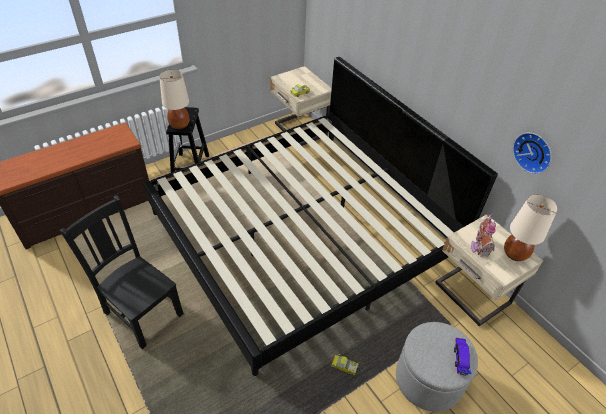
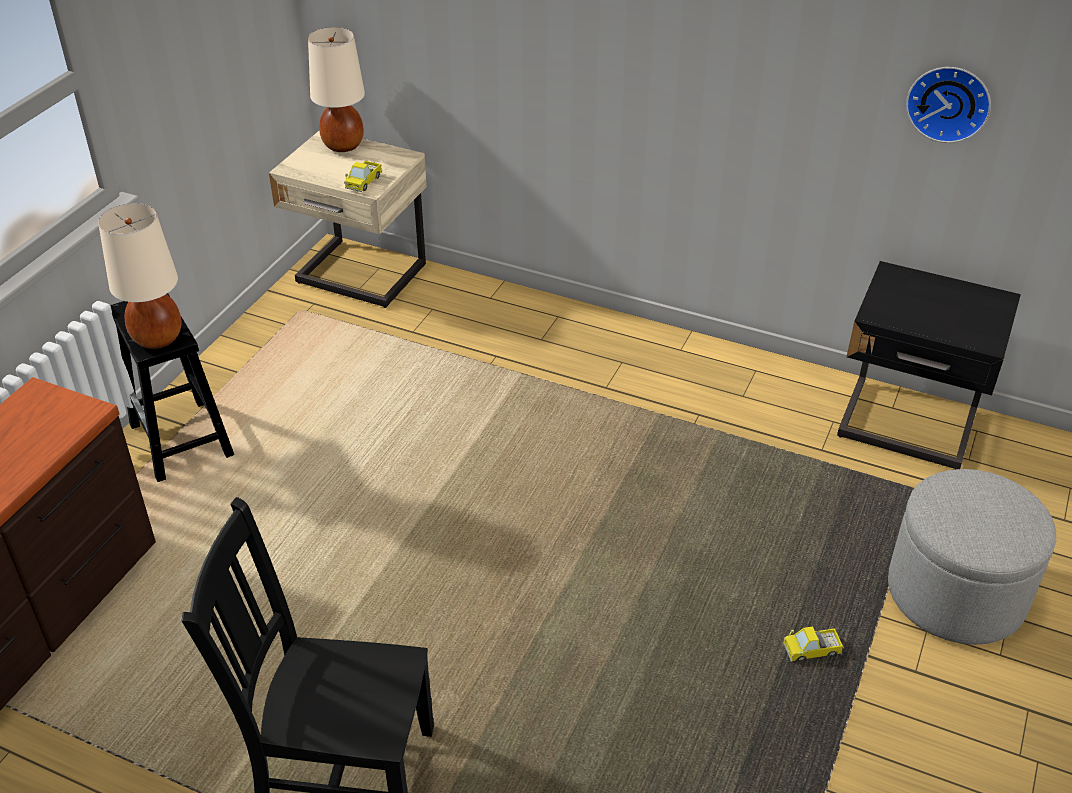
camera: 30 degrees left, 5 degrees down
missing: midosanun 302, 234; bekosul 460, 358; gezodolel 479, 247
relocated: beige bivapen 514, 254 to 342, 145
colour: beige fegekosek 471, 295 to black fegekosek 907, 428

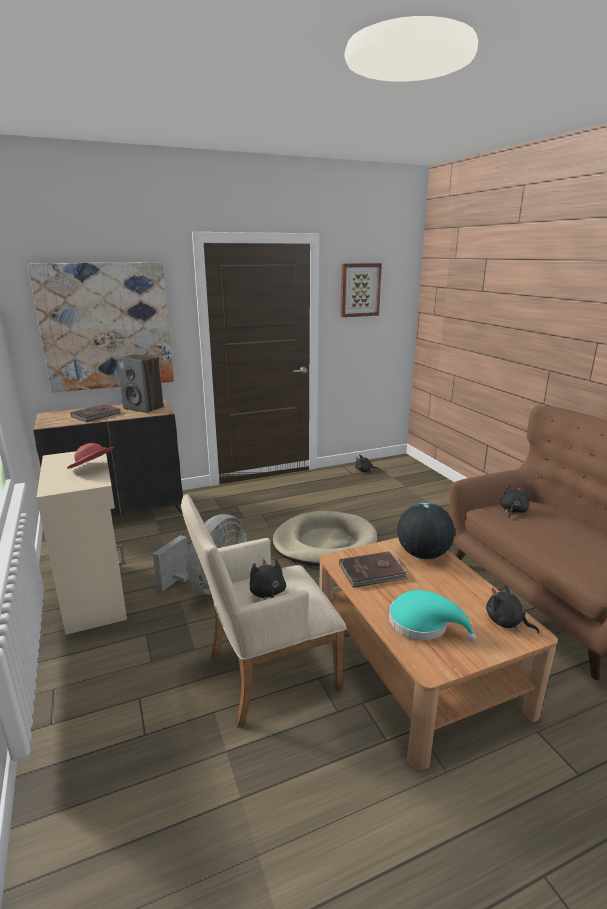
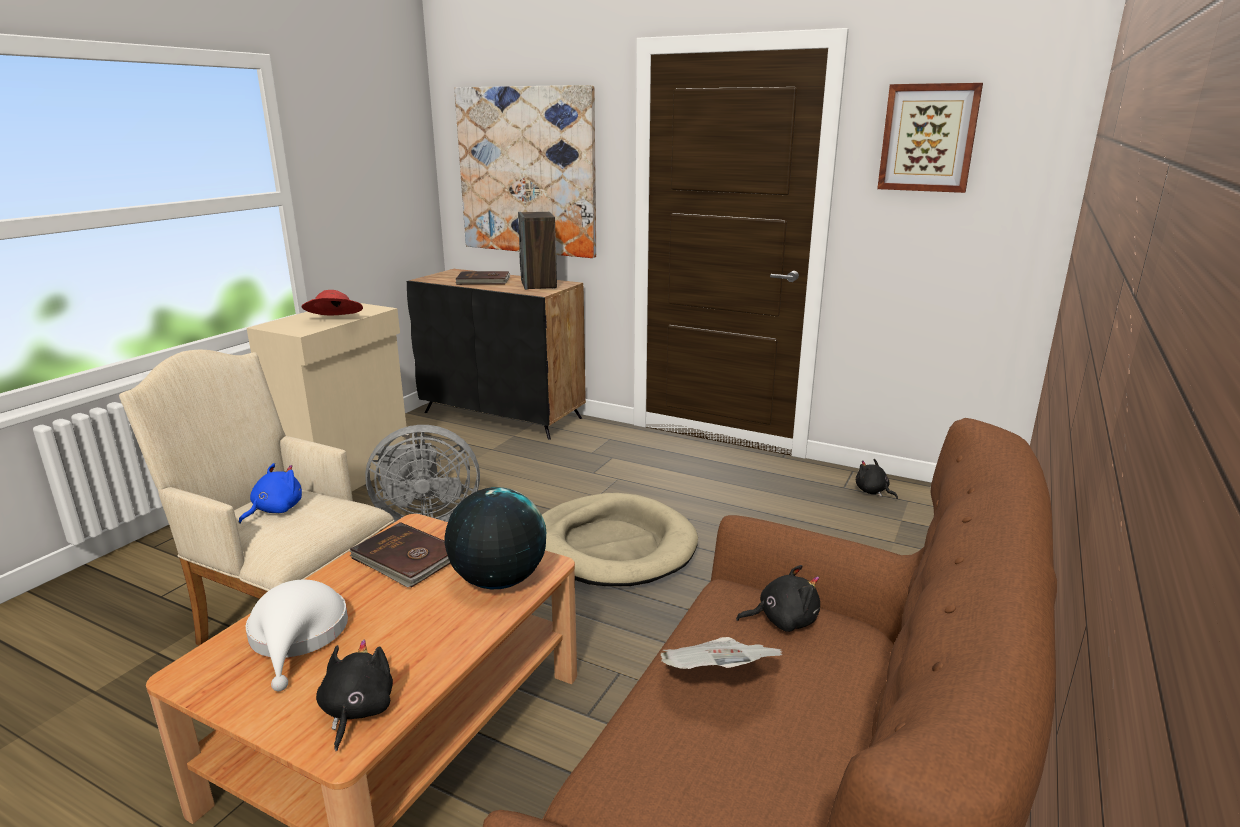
camera: 50 degrees right, 0 degrees up
appeared: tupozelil 717, 679
colour: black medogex 268, 594 to blue medogex 275, 510; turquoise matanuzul 423, 624 to white matanuzul 298, 636

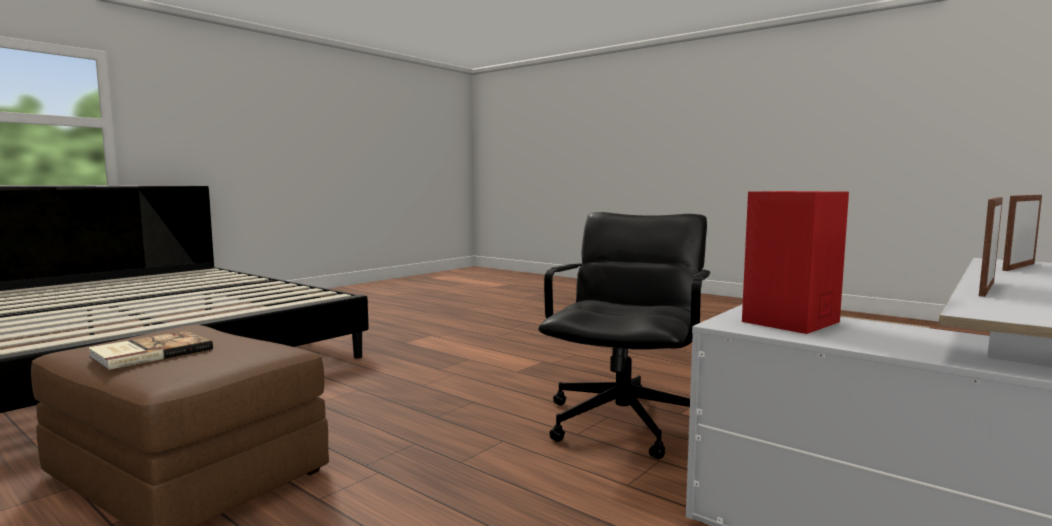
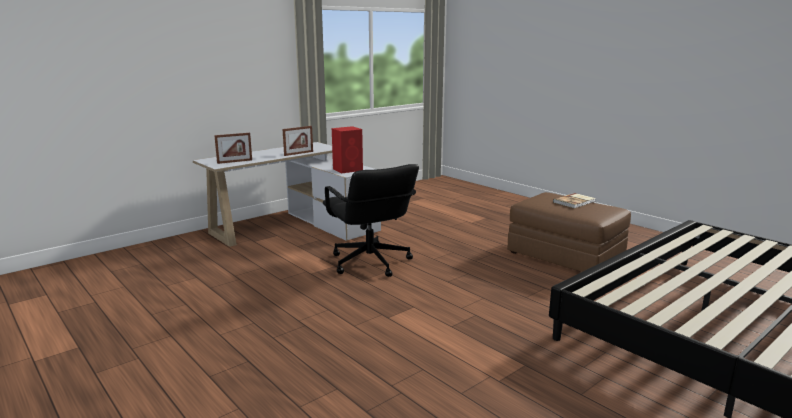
camera: 170 degrees left, 10 degrees up
spun: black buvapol 624, 423 = 370, 263 60 degrees counterclockwise

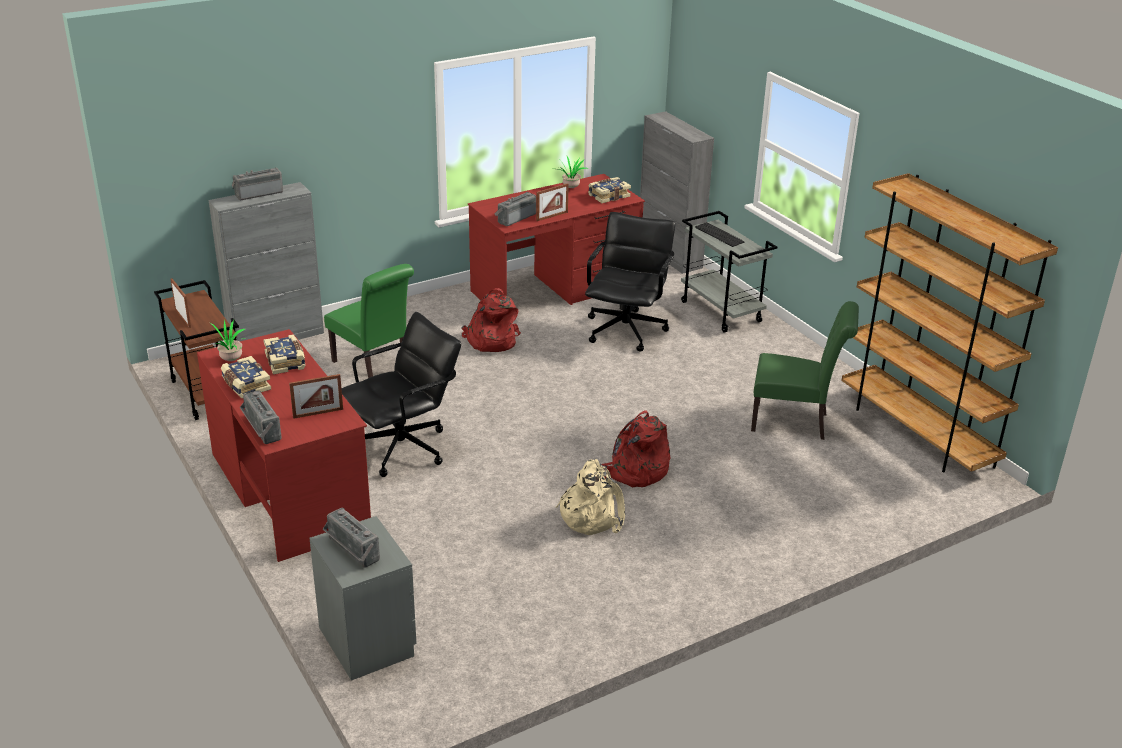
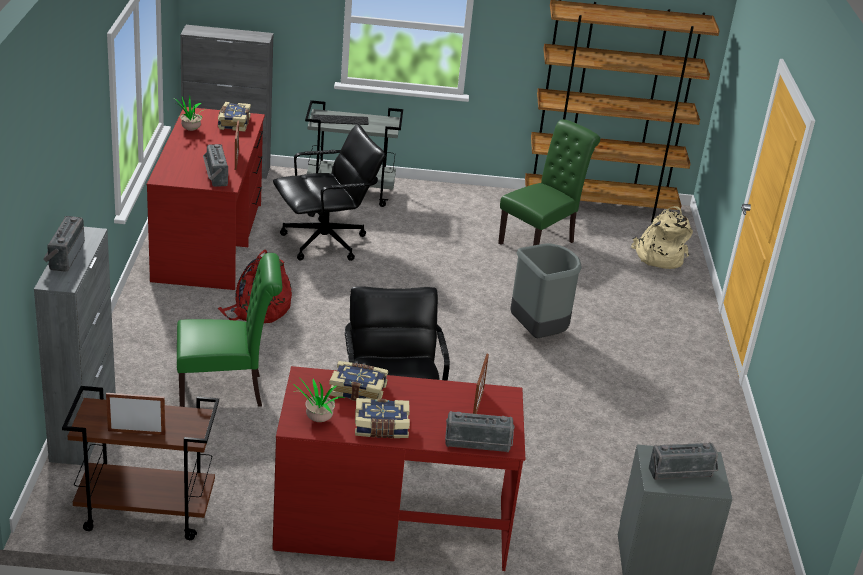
camera: 60 degrees left, 0 degrees up
relocated: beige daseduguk 592, 515 to 658, 257
exchanged: red daseduguk 634, 471 to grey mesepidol 538, 334
spun: black buvapol 626, 330 = 325, 243 105 degrees clockwise

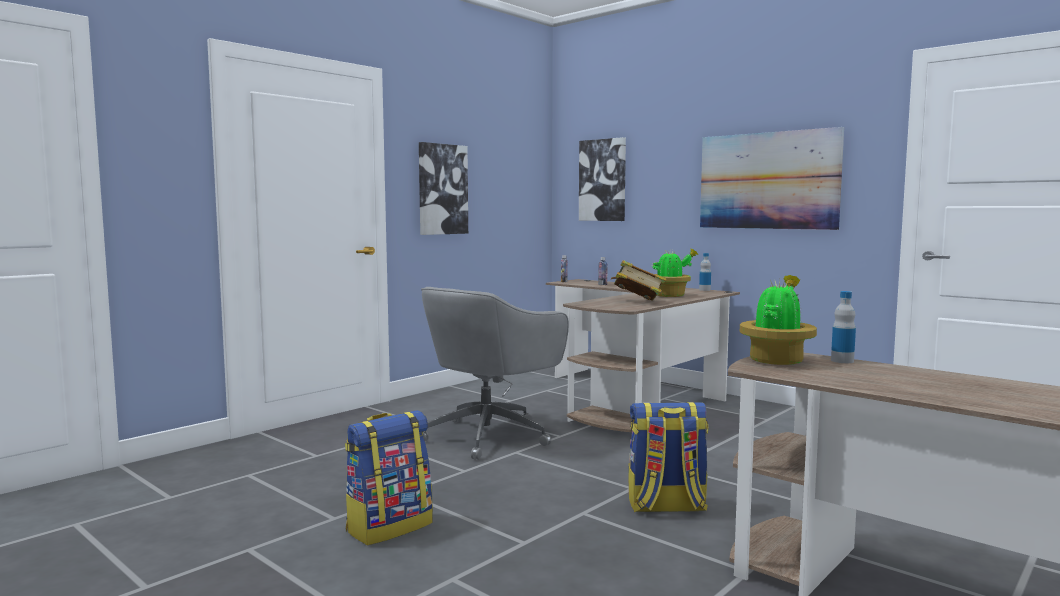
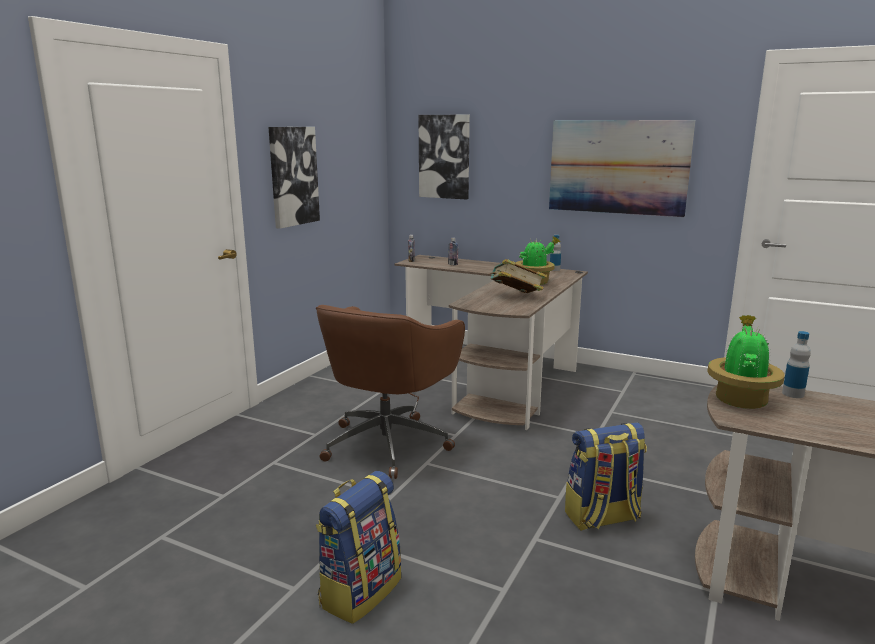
camera: 15 degrees left, 10 degrees up
colour: grey buvapol 489, 436 to brown buvapol 388, 443

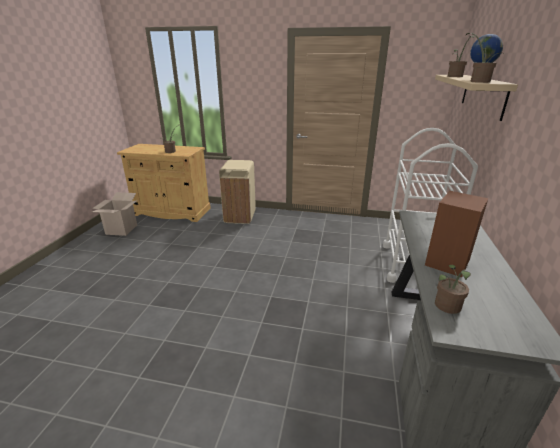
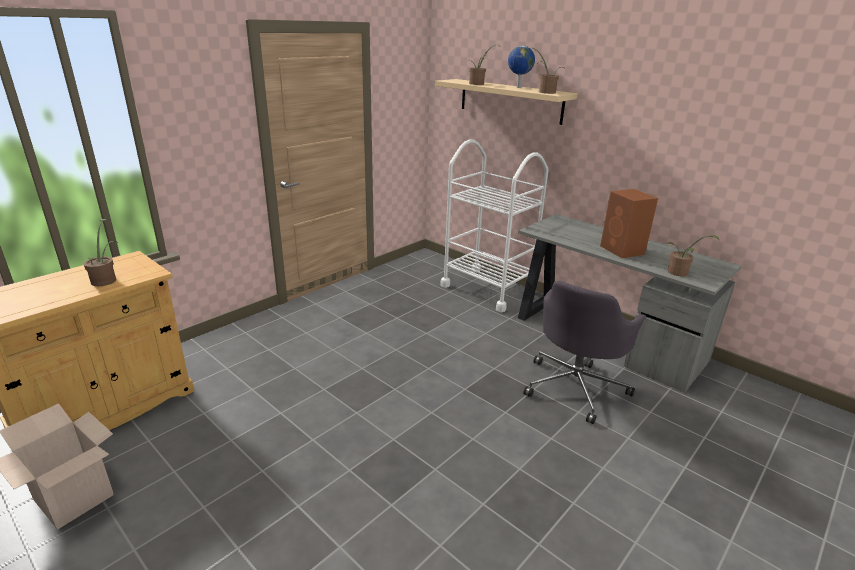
camera: 60 degrees left, 0 degrees up
missing: beige mesepidol 240, 216
appeared: grey buvapol 575, 386

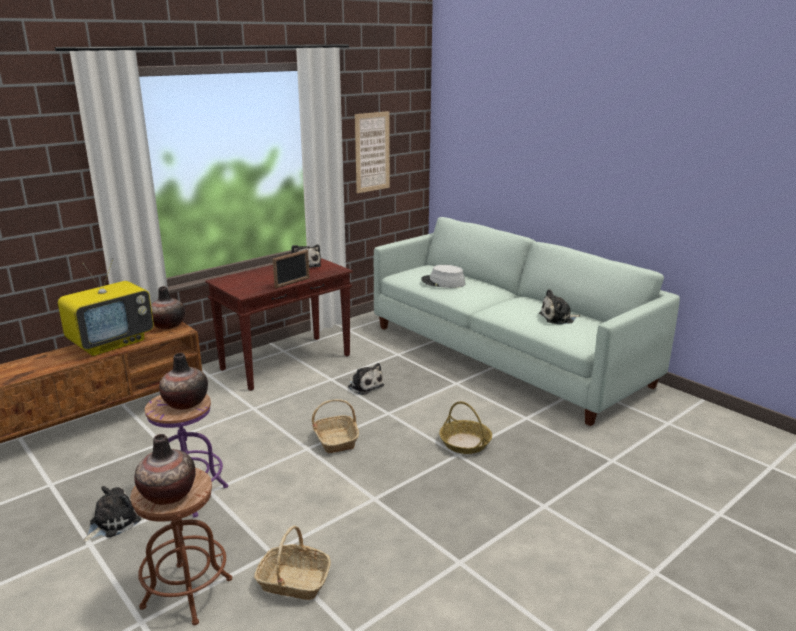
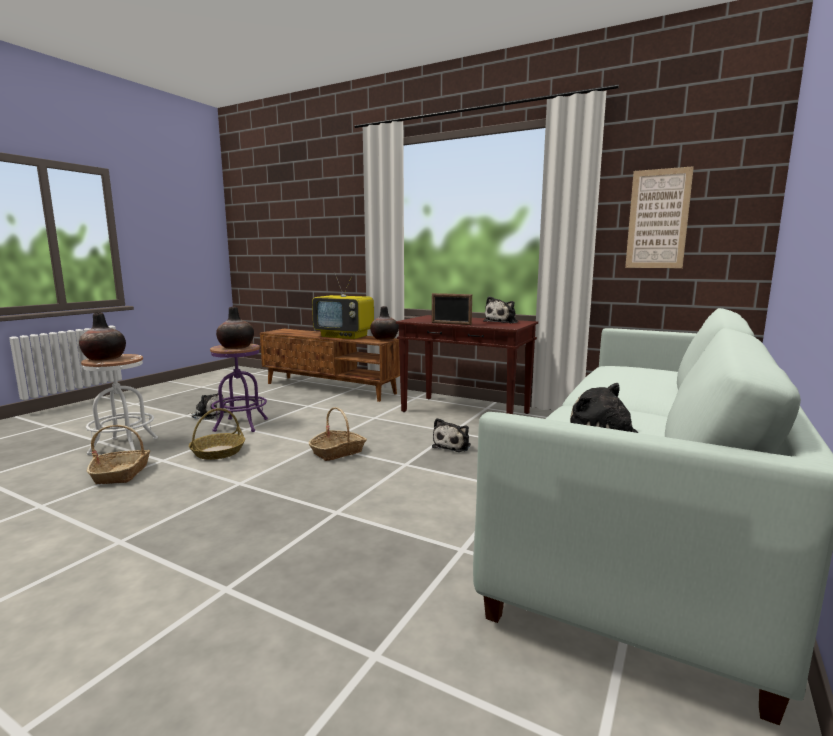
camera: 70 degrees right, 10 degrees down
missing: grey matanuzul 443, 282
relocated: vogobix 465, 443 to 218, 452
colour: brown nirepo 187, 593 to white nirepo 124, 446

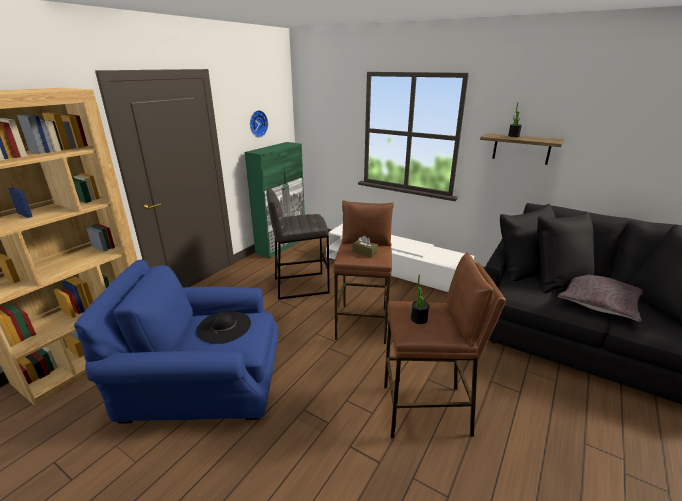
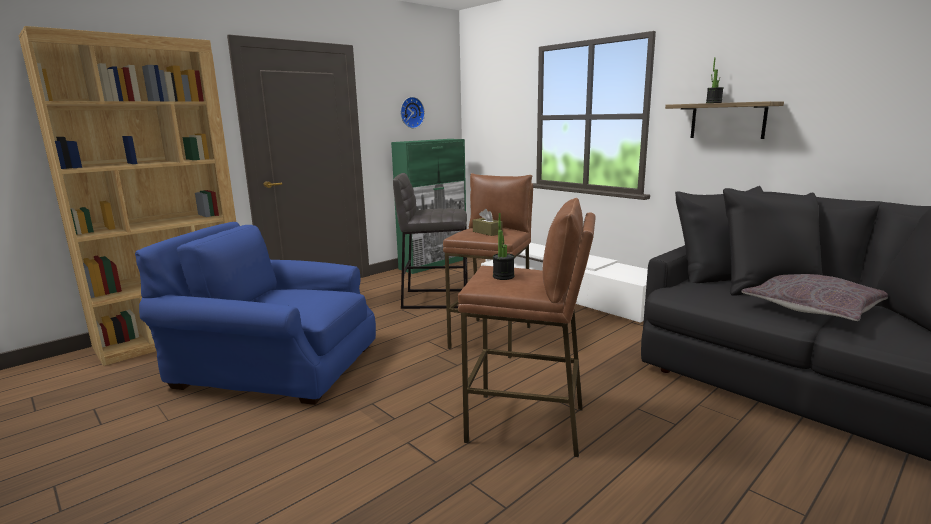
camera: 15 degrees right, 10 degrees down
missing: black matanuzul 224, 327

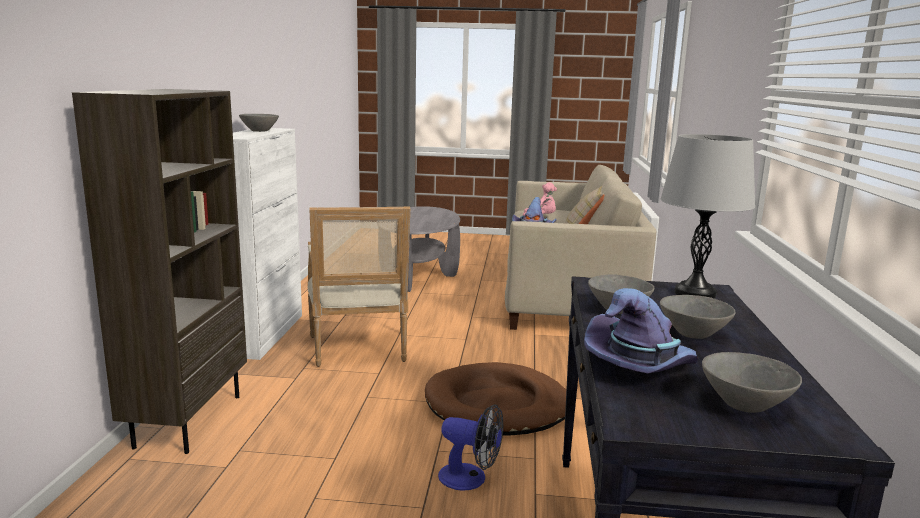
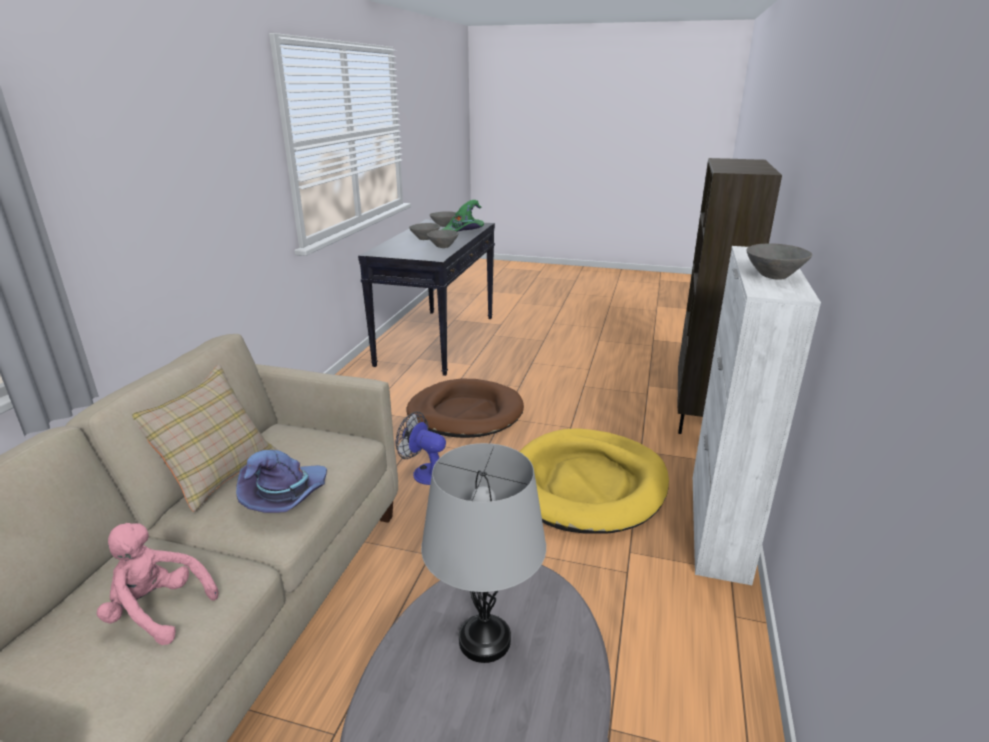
camera: 170 degrees left, 10 degrees up
relocated: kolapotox 470, 478 to 425, 472; grey bivapen 695, 294 to 484, 640
exchanged: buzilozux 360, 351 to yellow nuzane 587, 485
colour: purple matanuzul 641, 367 to green matanuzul 463, 232

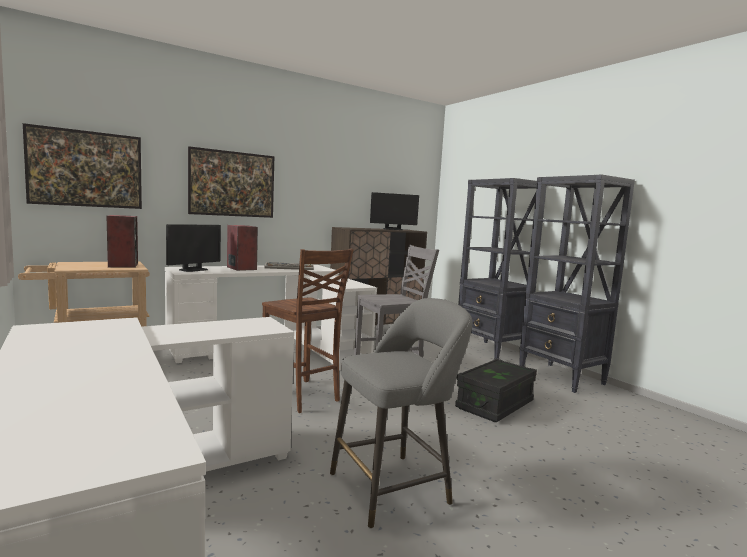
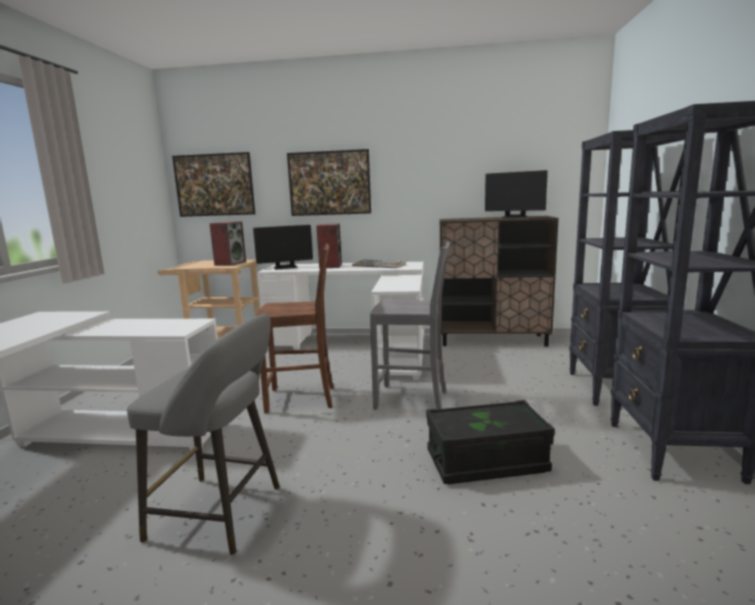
camera: 40 degrees right, 5 degrees up
spun: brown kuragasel 302, 397 = 302, 399 90 degrees counterclockwise

